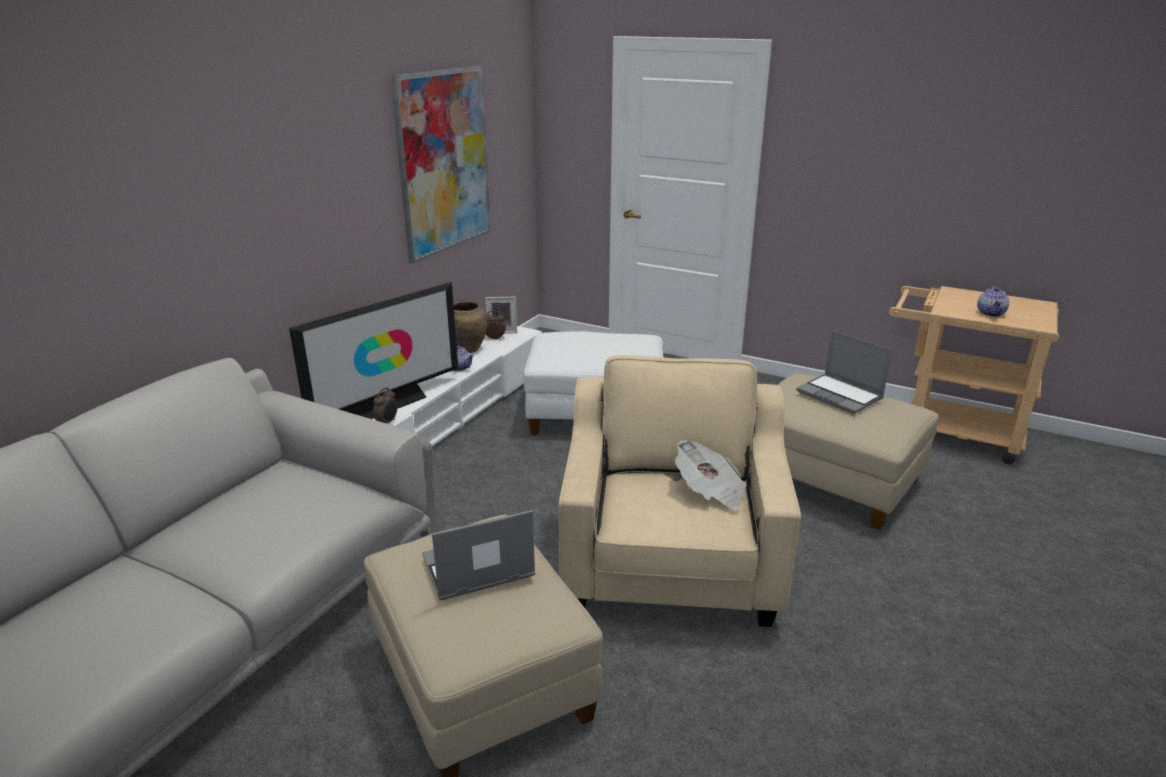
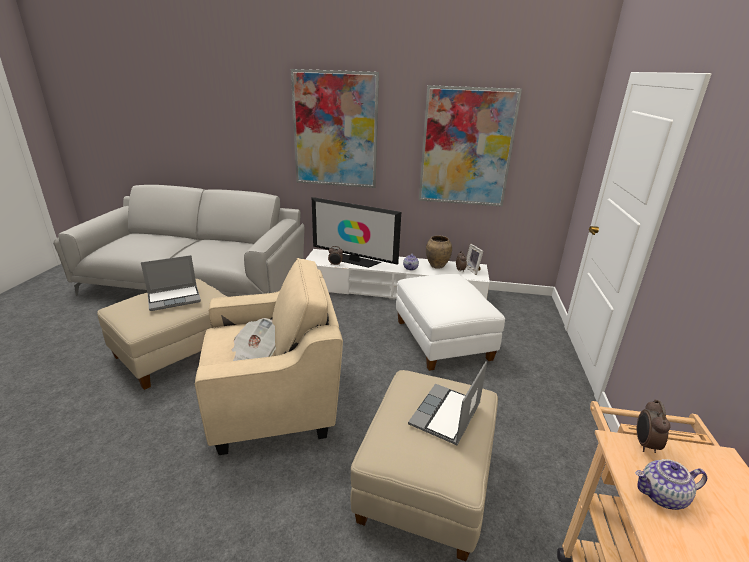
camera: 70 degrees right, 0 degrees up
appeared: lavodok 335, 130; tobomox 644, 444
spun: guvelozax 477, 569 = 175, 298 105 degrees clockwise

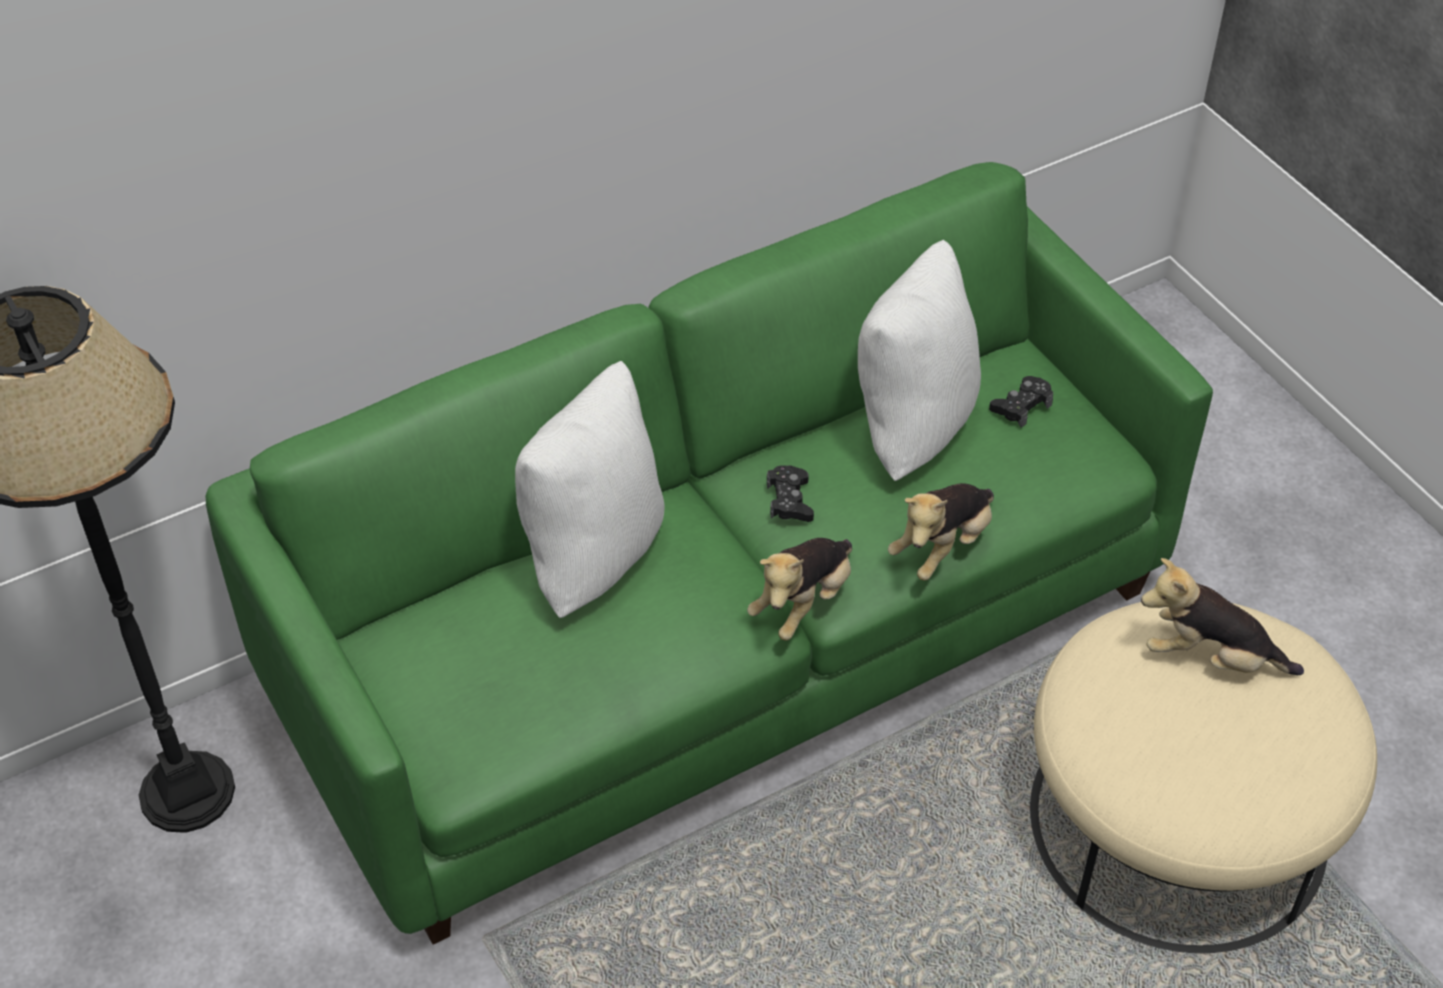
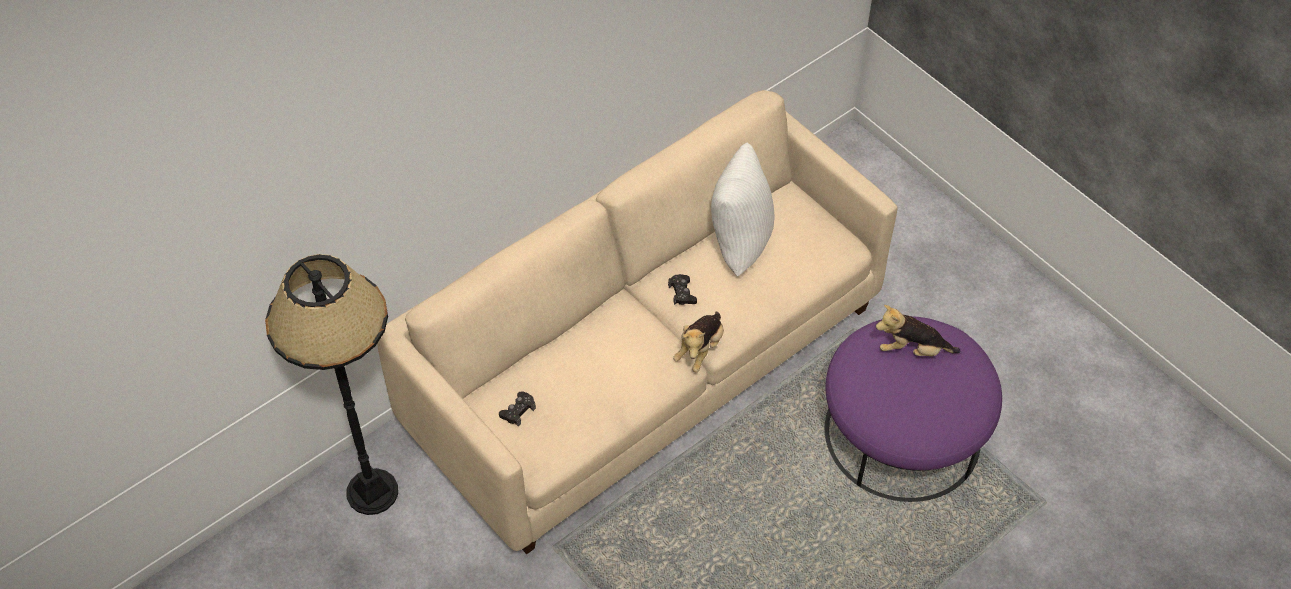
camera: 10 degrees left, 5 degrees up
missing: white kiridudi 593, 554; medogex 942, 546
relocated: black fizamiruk 1021, 406 to 518, 411
colour: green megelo 722, 638 to beige megelo 645, 365; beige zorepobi 1178, 822 to purple zorepobi 902, 434

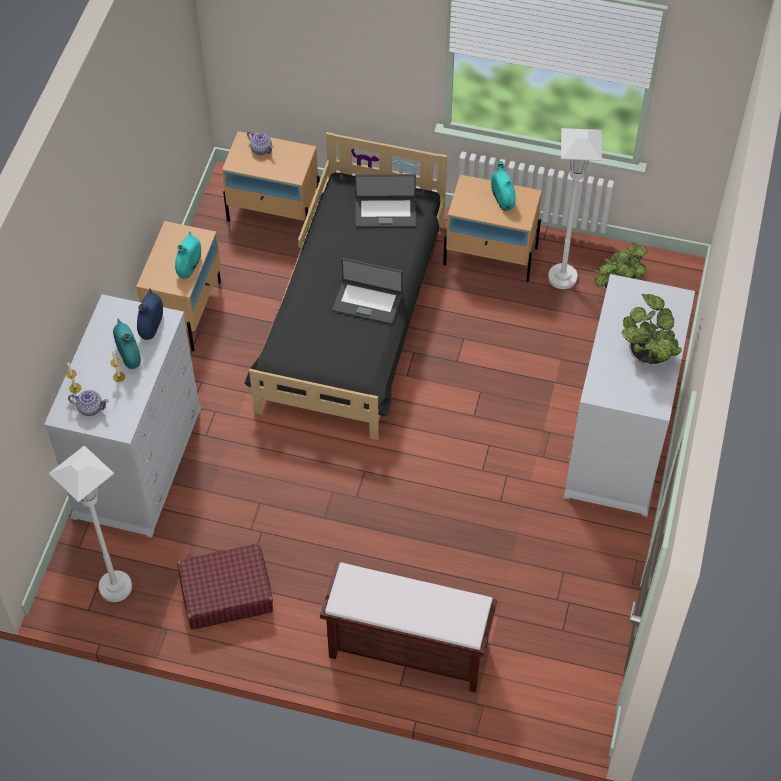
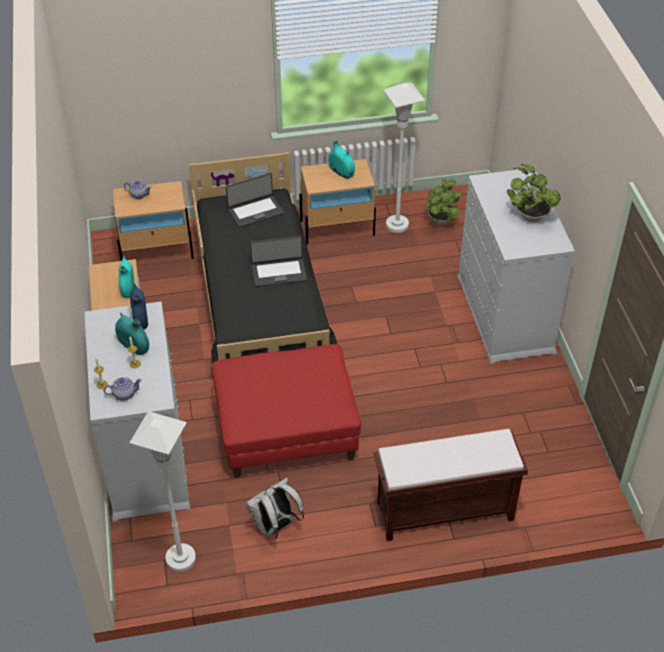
camera: 25 degrees left, 10 degrees down
appeared: red zorepobi 286, 428
exchanged: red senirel 226, 593 to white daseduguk 276, 527

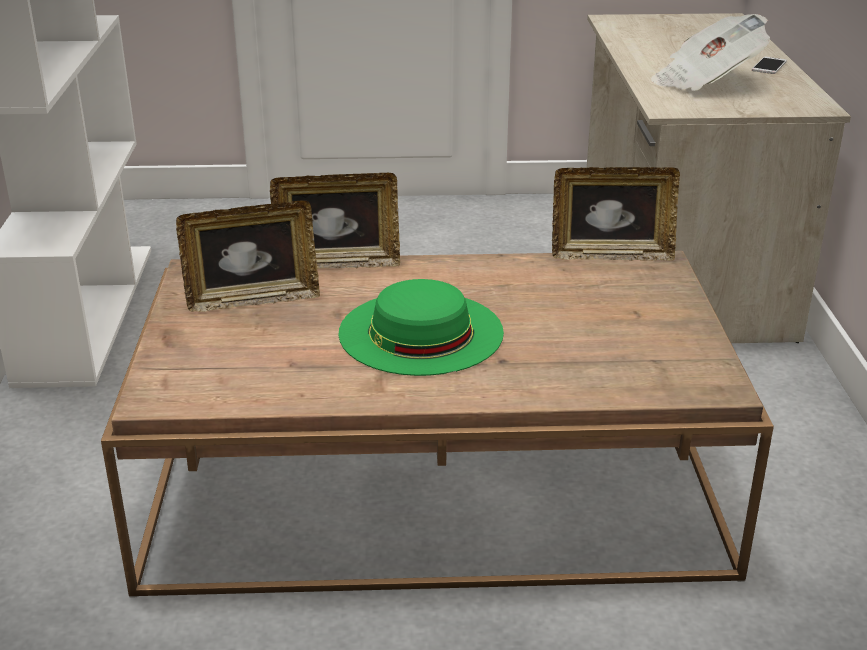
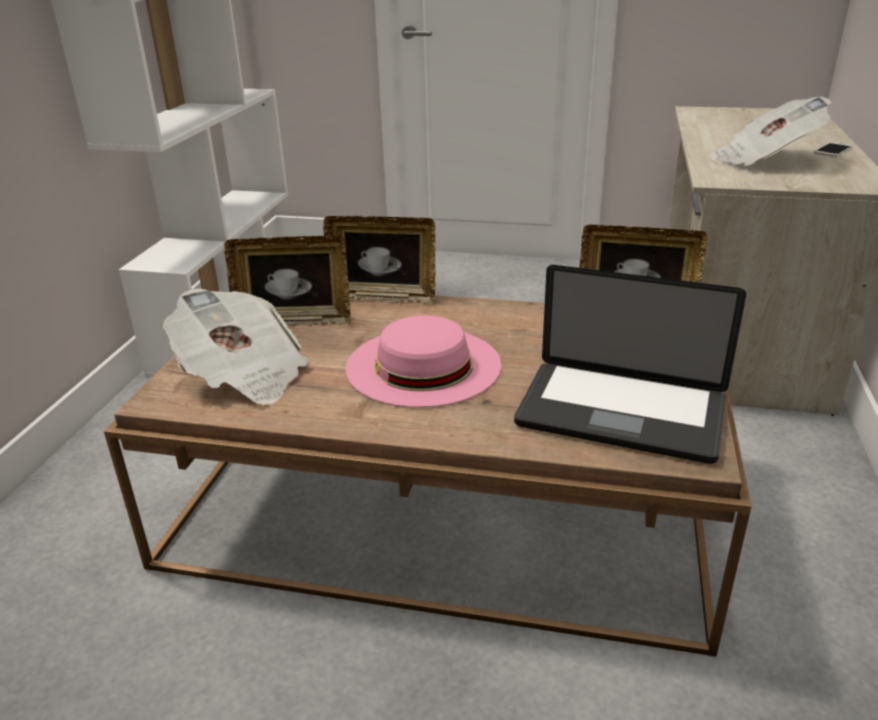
camera: 15 degrees right, 0 degrees up
appeared: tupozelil 243, 375; guvelozax 620, 413
colour: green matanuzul 421, 332 to pink matanuzul 423, 365

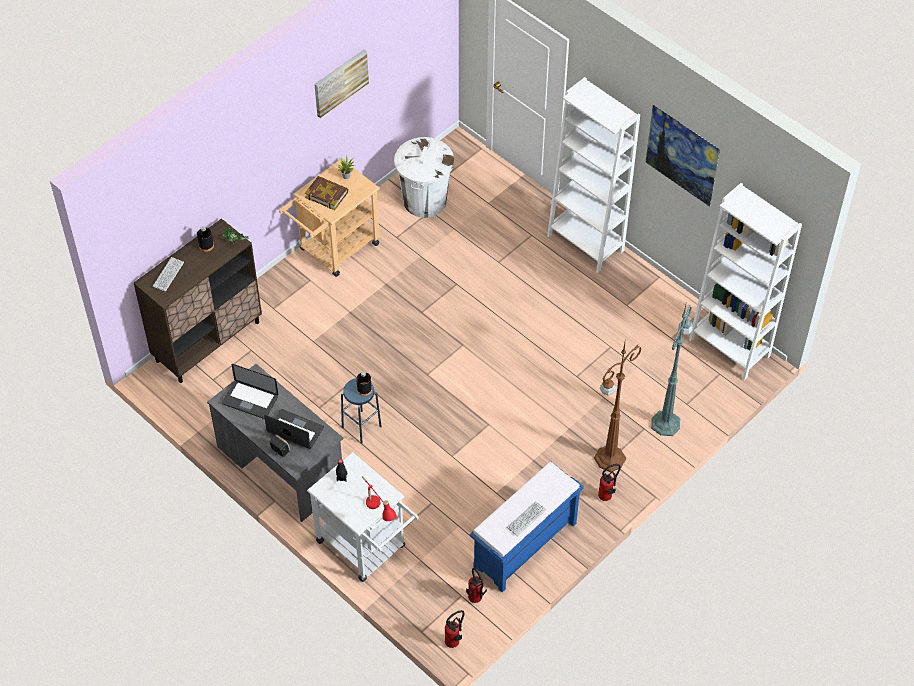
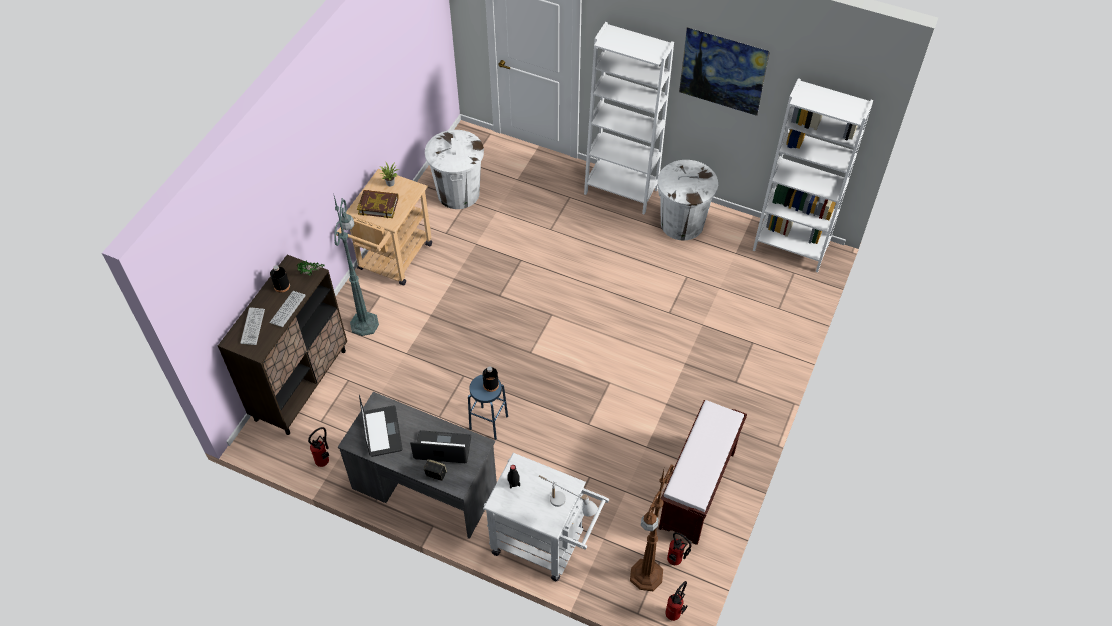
camera: 20 degrees left, 0 degrees up
missing: lavodok 340, 82
appeared: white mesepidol 681, 223
relocated: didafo 526, 519 to 287, 309; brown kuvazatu 608, 459 to 645, 577; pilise 607, 496 to 325, 461; green kuvazatu 666, 422 to 365, 322
colour: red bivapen 378, 511 to white bivapen 566, 506; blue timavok 524, 546 to brown timavok 697, 491
spun: guvelozax 250, 400 = 382, 431 105 degrees counterclockwise

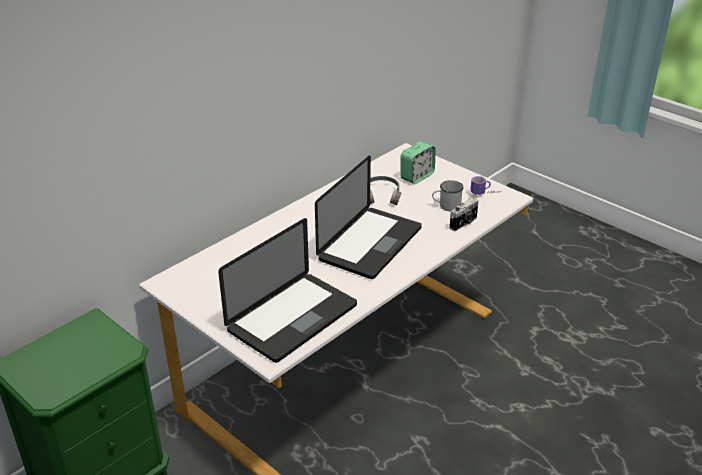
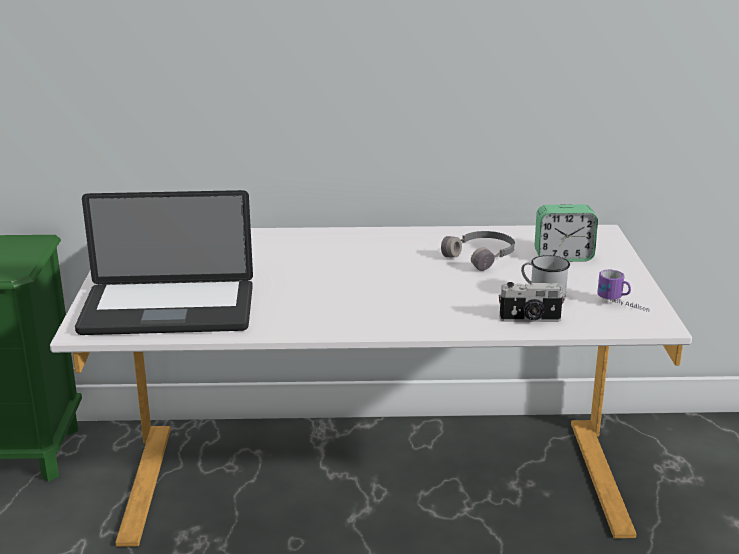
camera: 45 degrees right, 10 degrees down
missing: guvelozax 370, 244

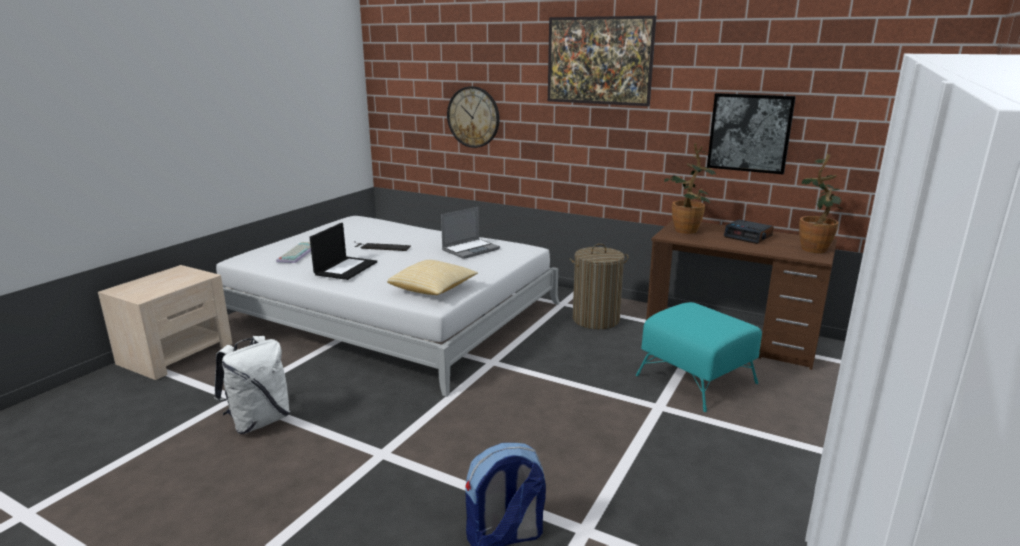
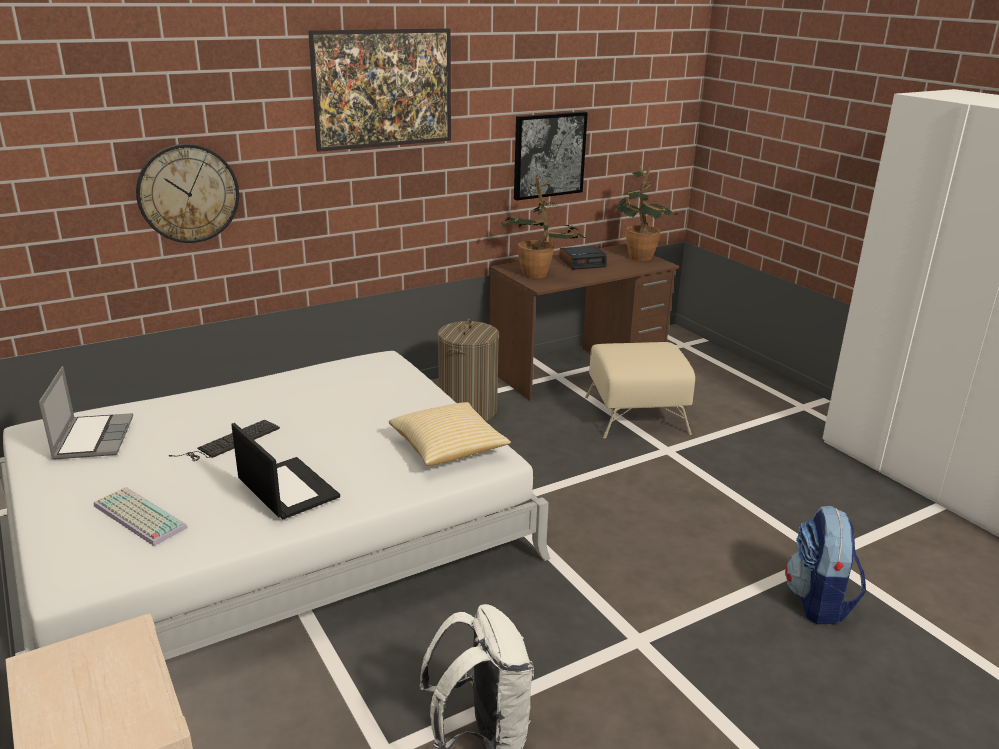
camera: 60 degrees left, 5 degrees up
relocated: guvelozax 471, 249 to 93, 438
colour: turquoise zorepobi 696, 379 to beige zorepobi 637, 415

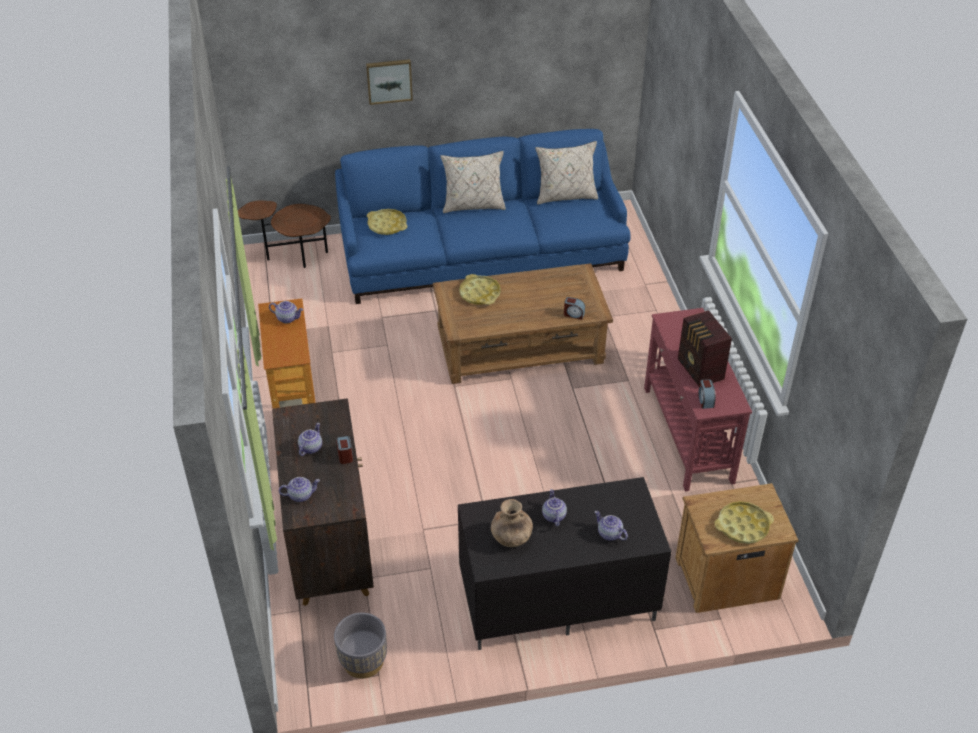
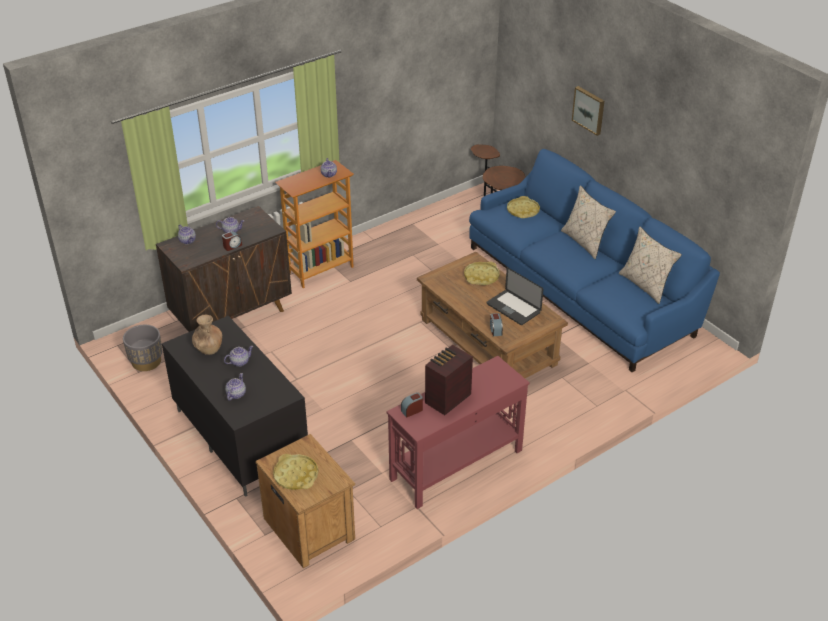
camera: 65 degrees right, 5 degrees down
appeared: guvelozax 513, 308

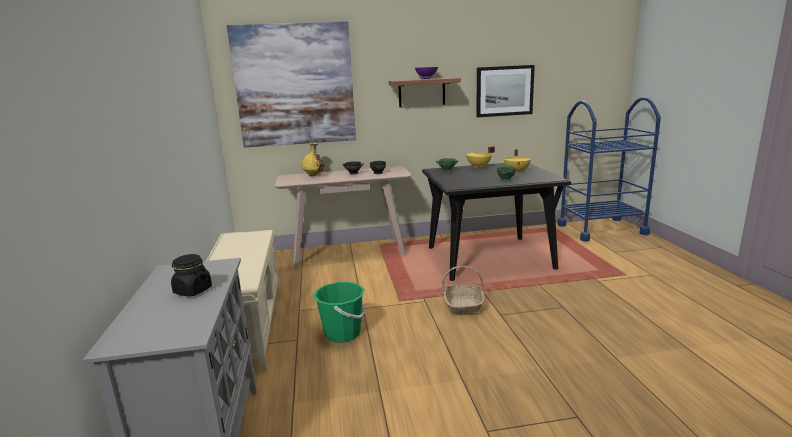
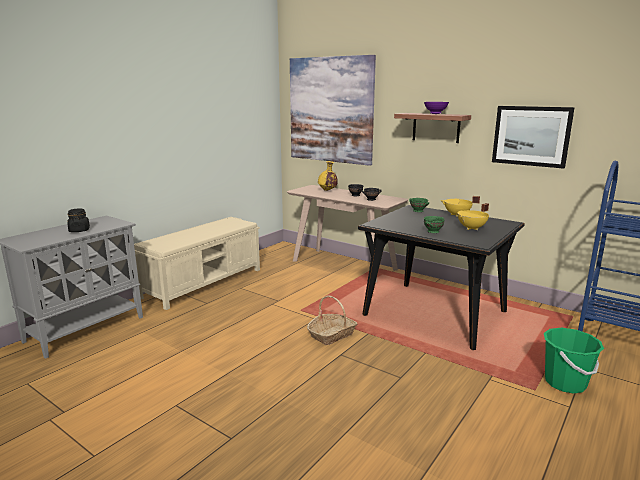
camera: 45 degrees right, 0 degrees up
relocated: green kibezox 342, 333 to 565, 383

